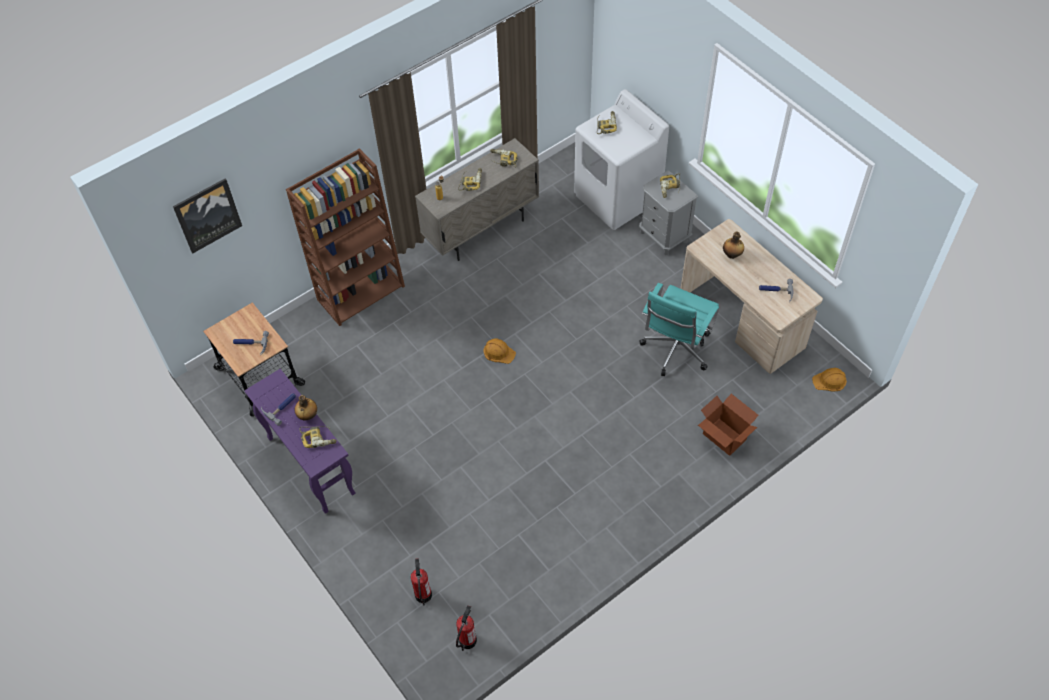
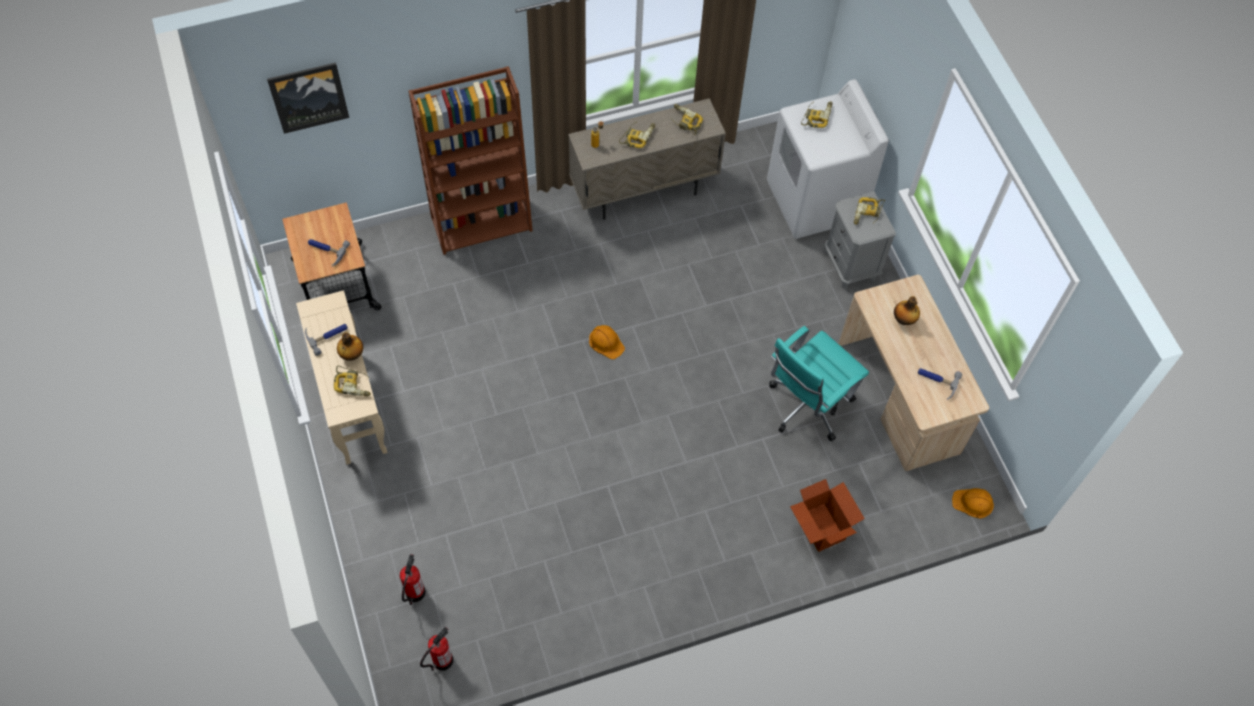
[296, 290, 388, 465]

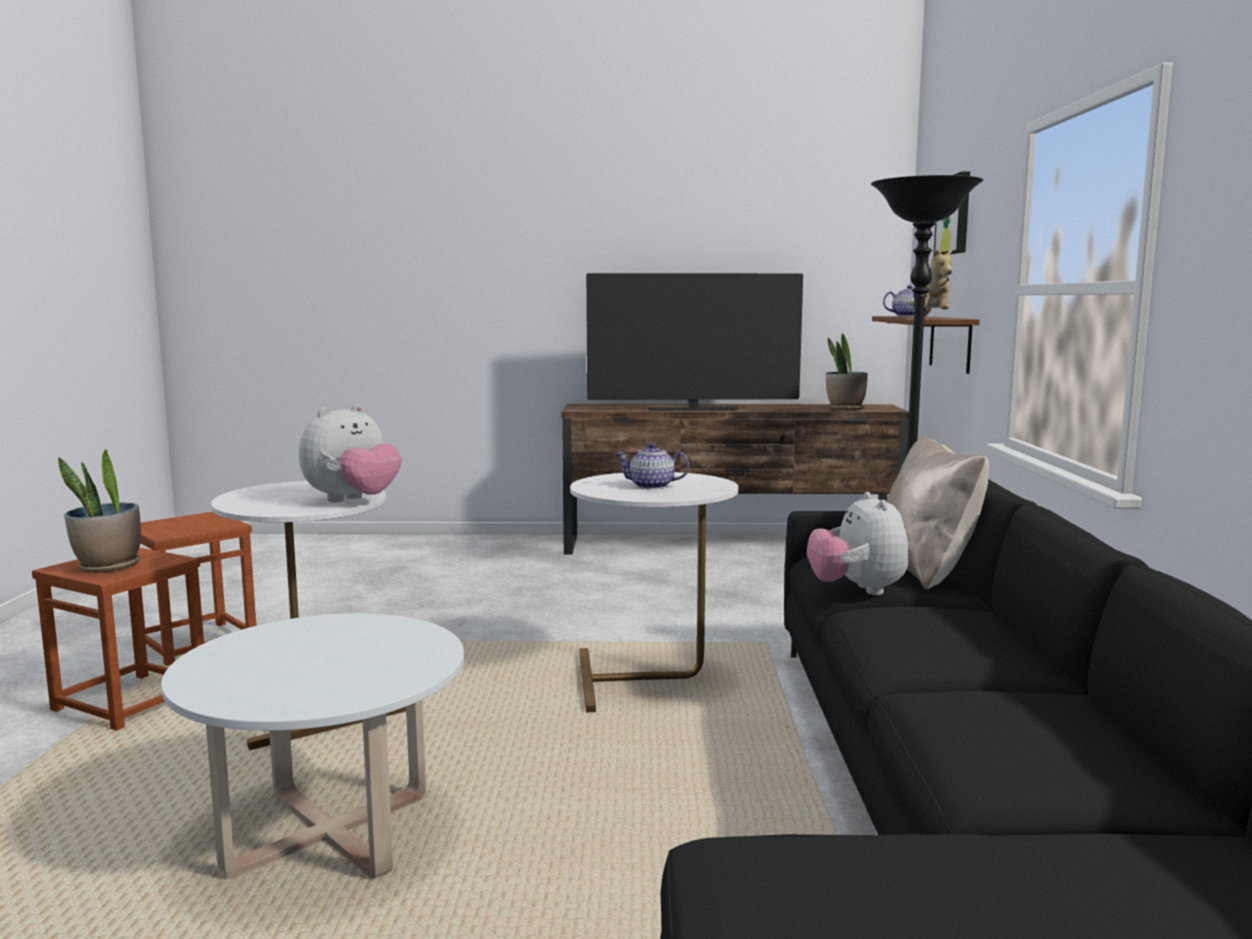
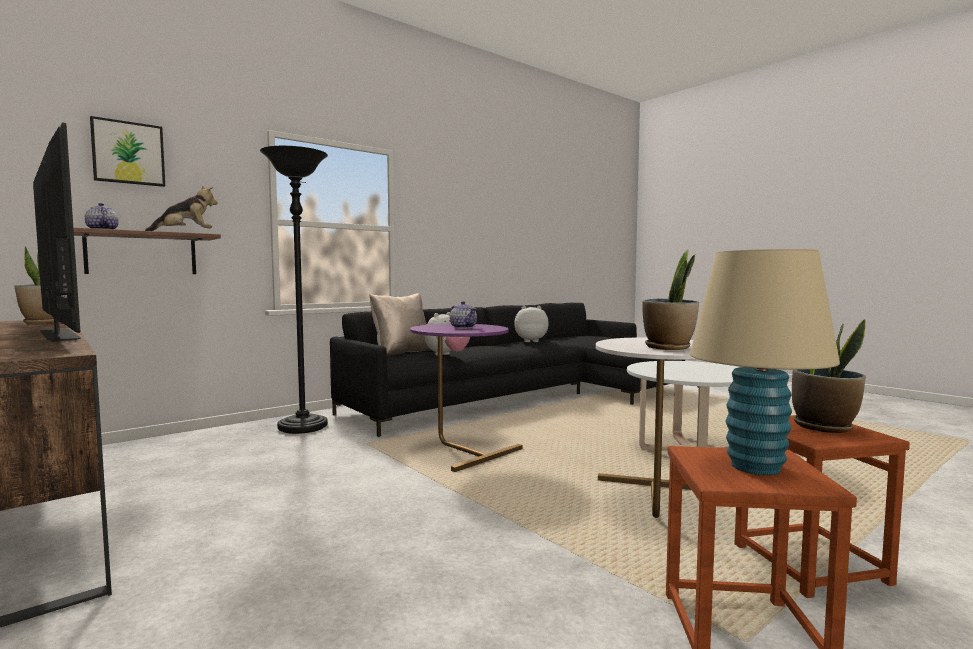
[514, 306, 549, 342]
[410, 324, 523, 472]
[642, 249, 699, 350]
[690, 249, 840, 475]

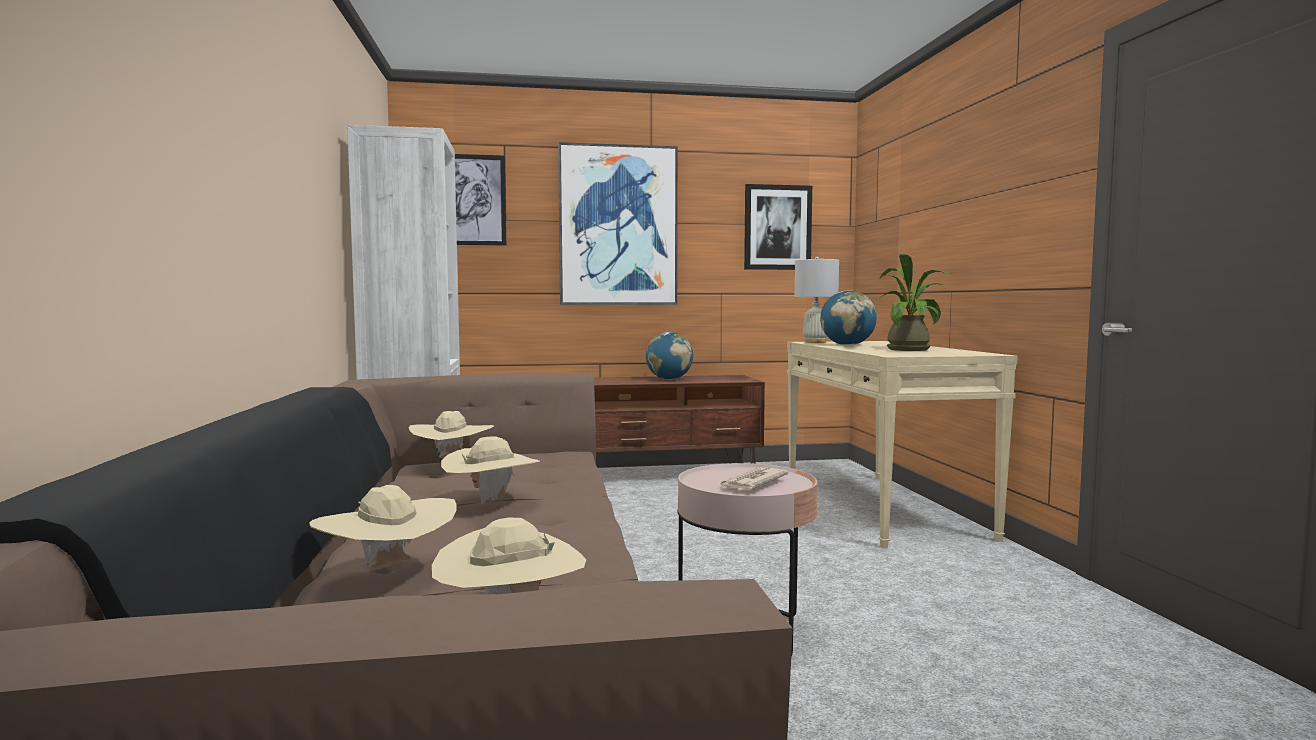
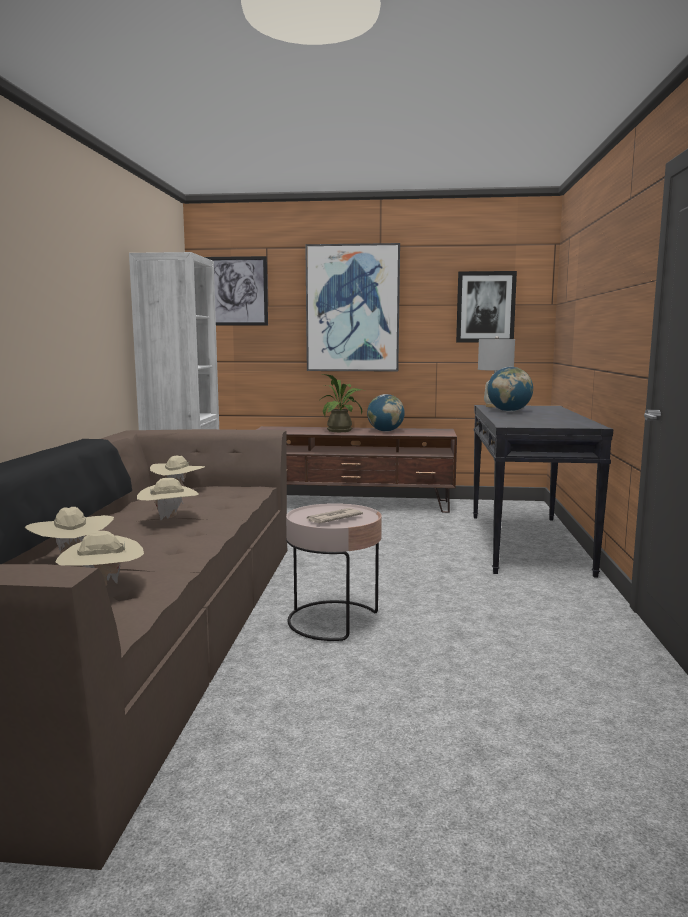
[473, 405, 613, 577]
[321, 374, 365, 432]

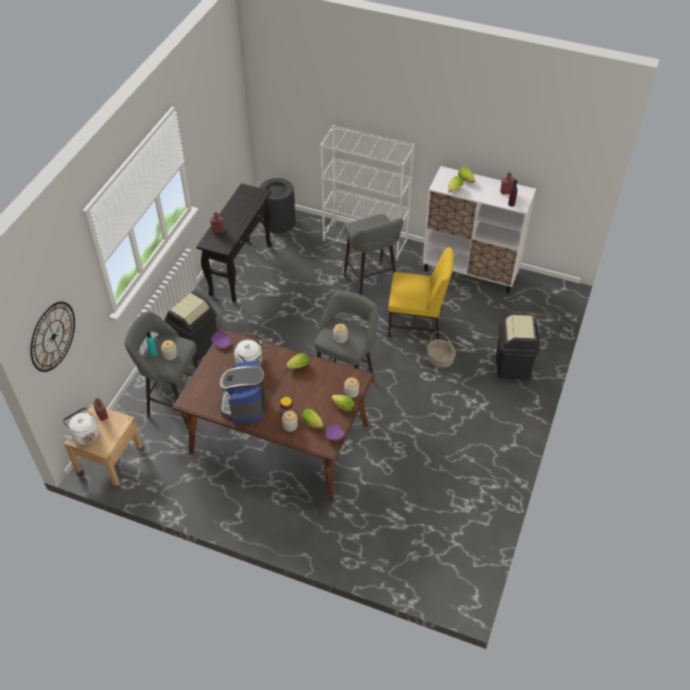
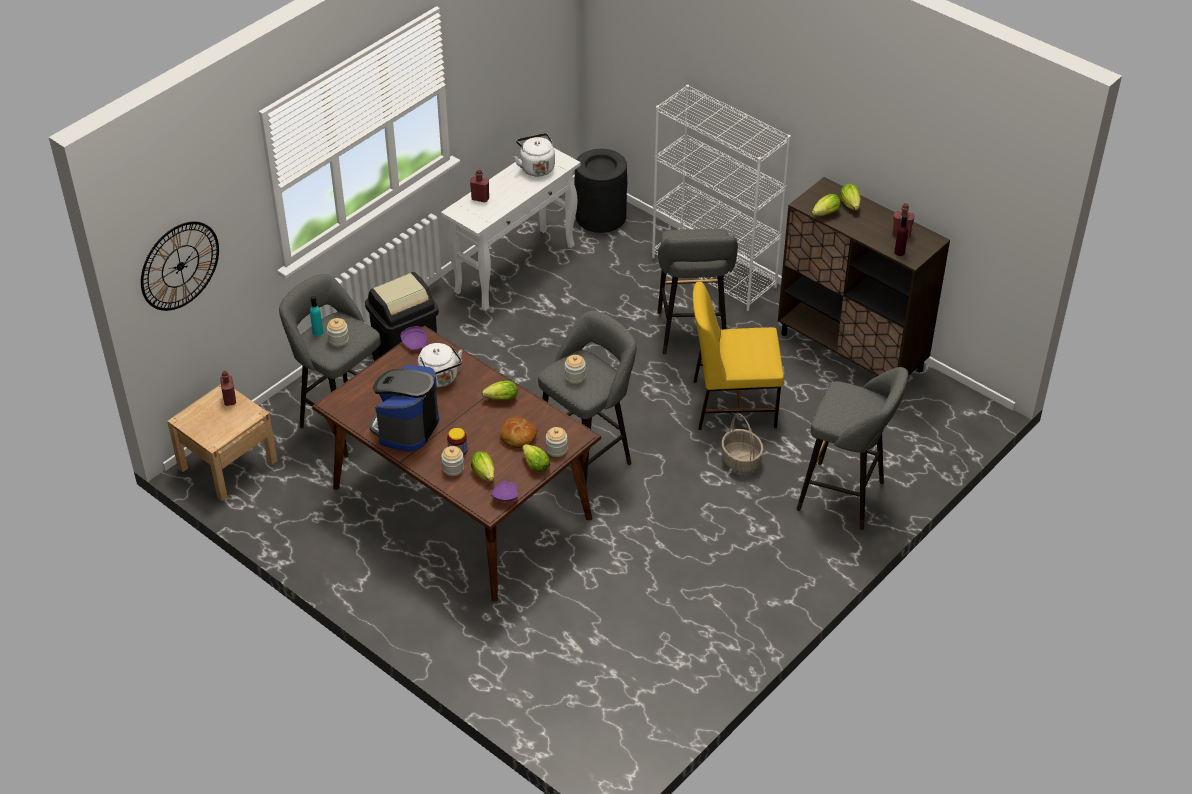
[514, 133, 555, 176]
[441, 148, 581, 311]
[693, 282, 784, 430]
[778, 177, 950, 376]
[796, 367, 908, 530]
[500, 417, 537, 448]

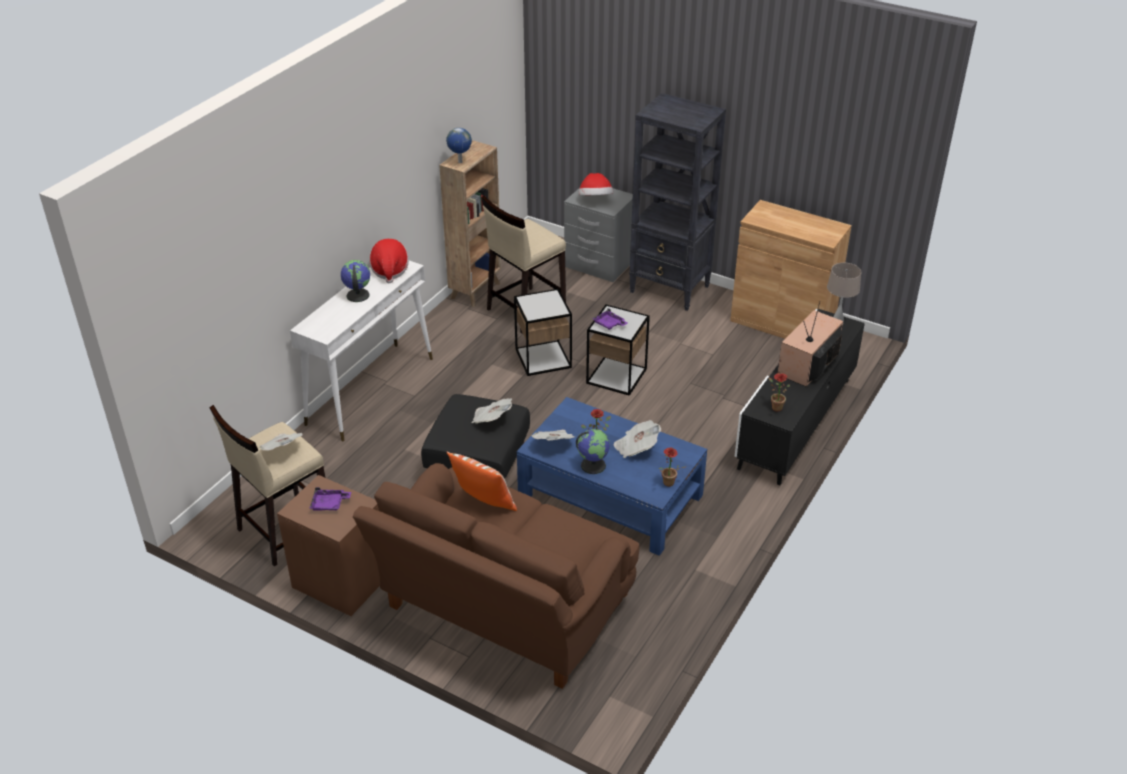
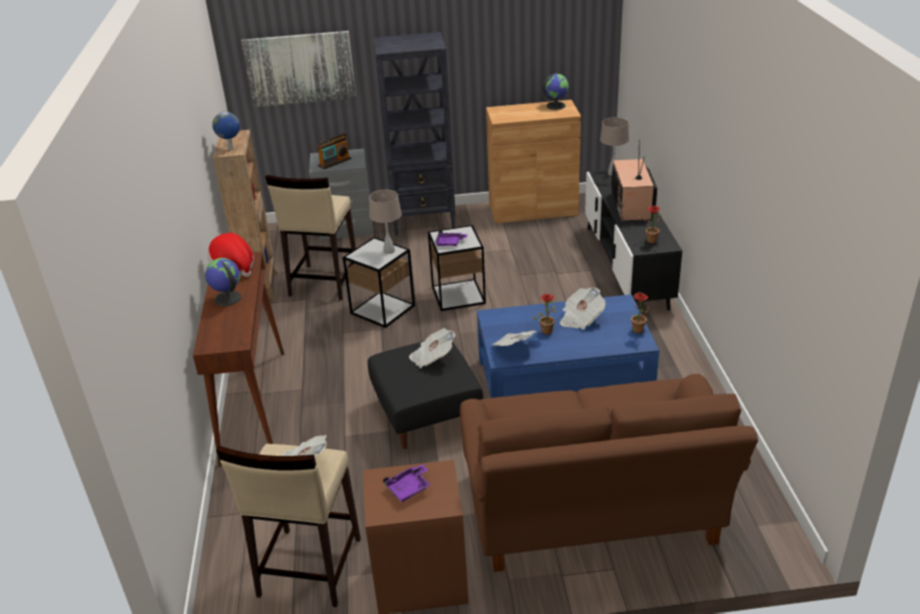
[193, 252, 284, 466]
[447, 452, 517, 511] (first image)
[543, 74, 569, 110]
[317, 133, 351, 169]
[241, 31, 356, 107]
[369, 190, 402, 254]

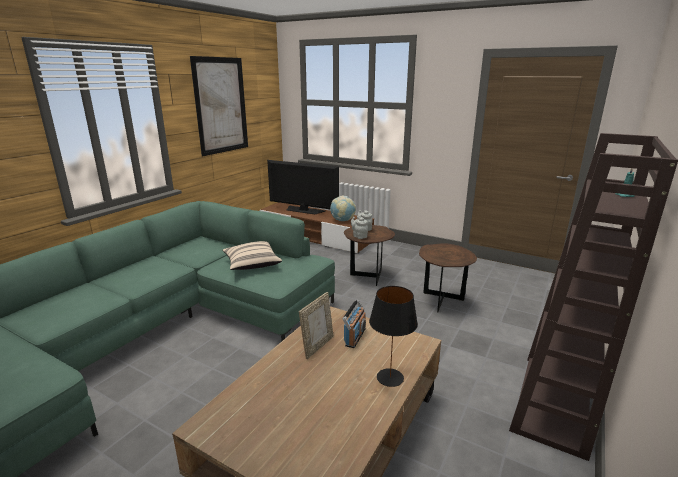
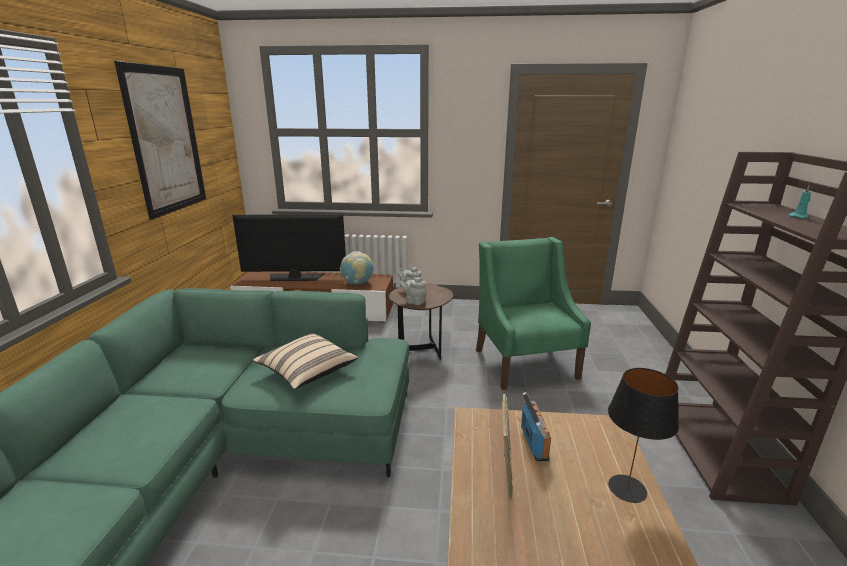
[476, 237, 591, 390]

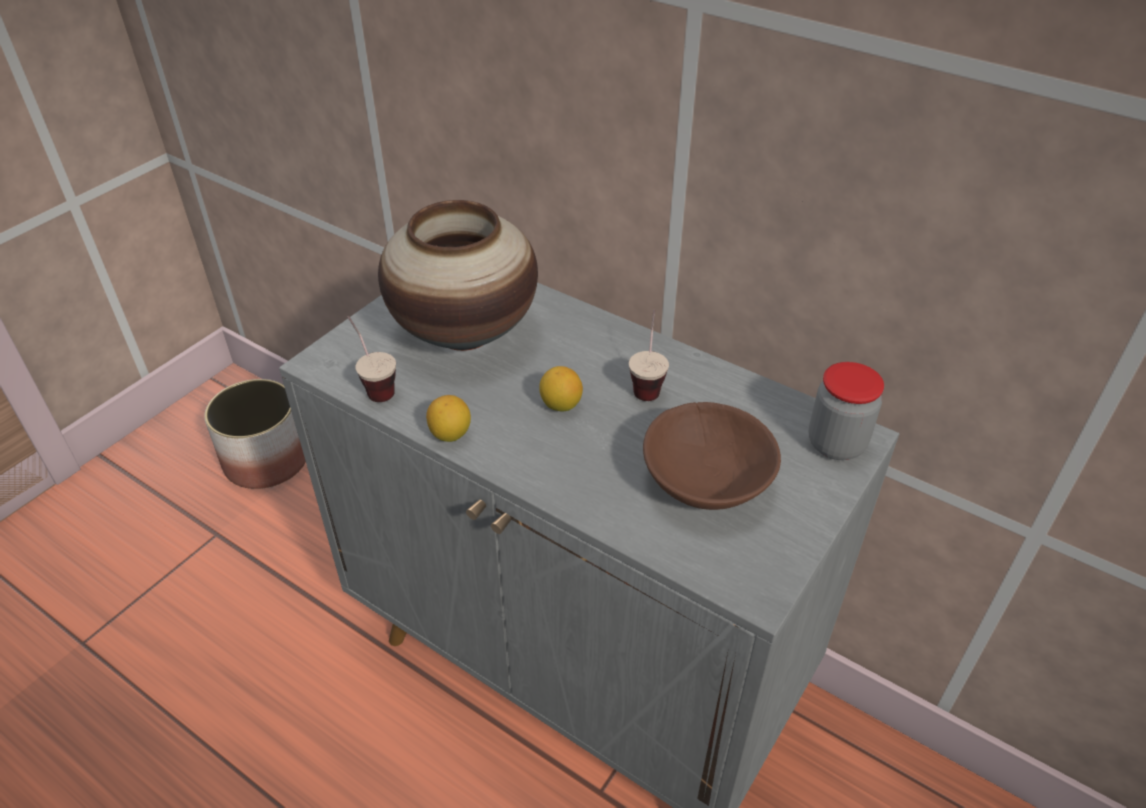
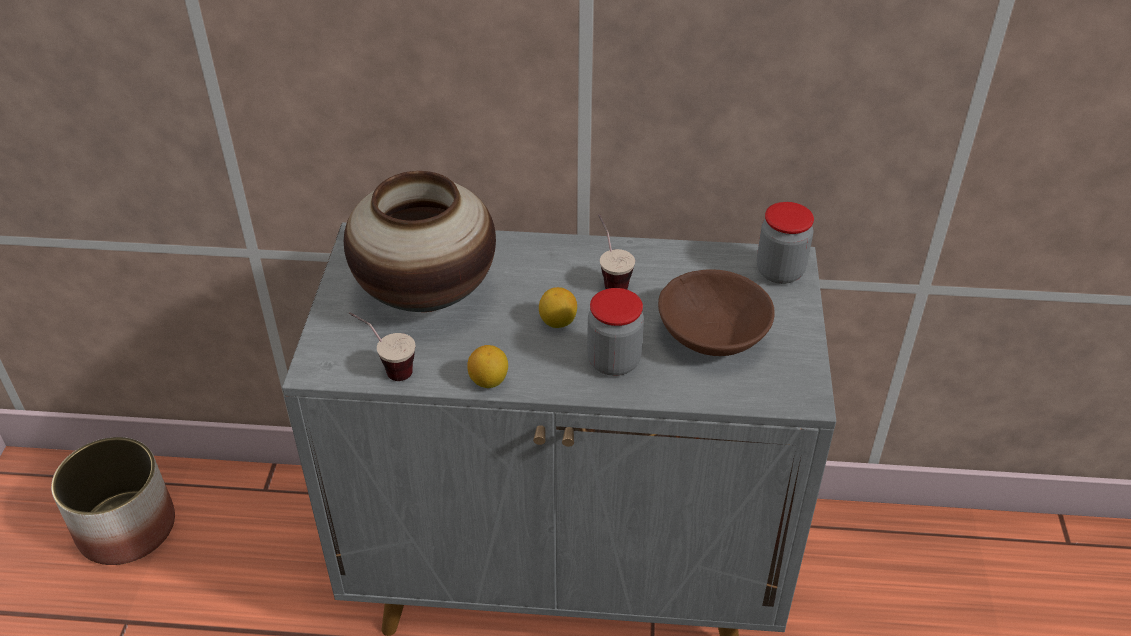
[587, 288, 644, 376]

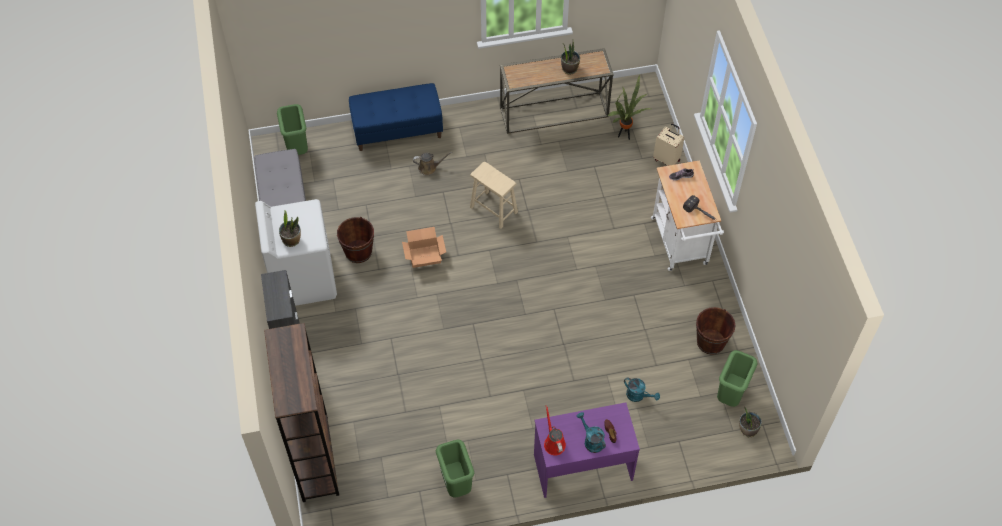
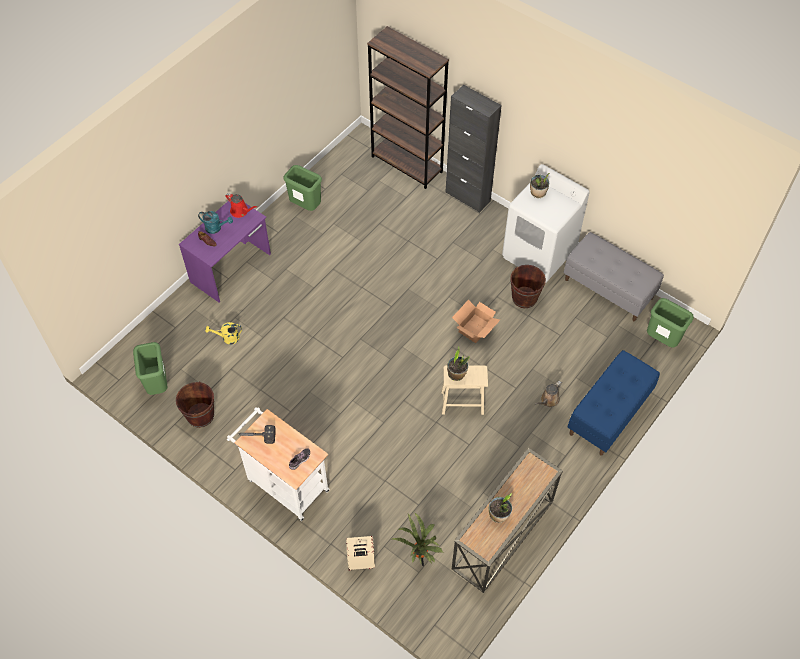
[205, 322, 242, 345]
[447, 346, 470, 381]

